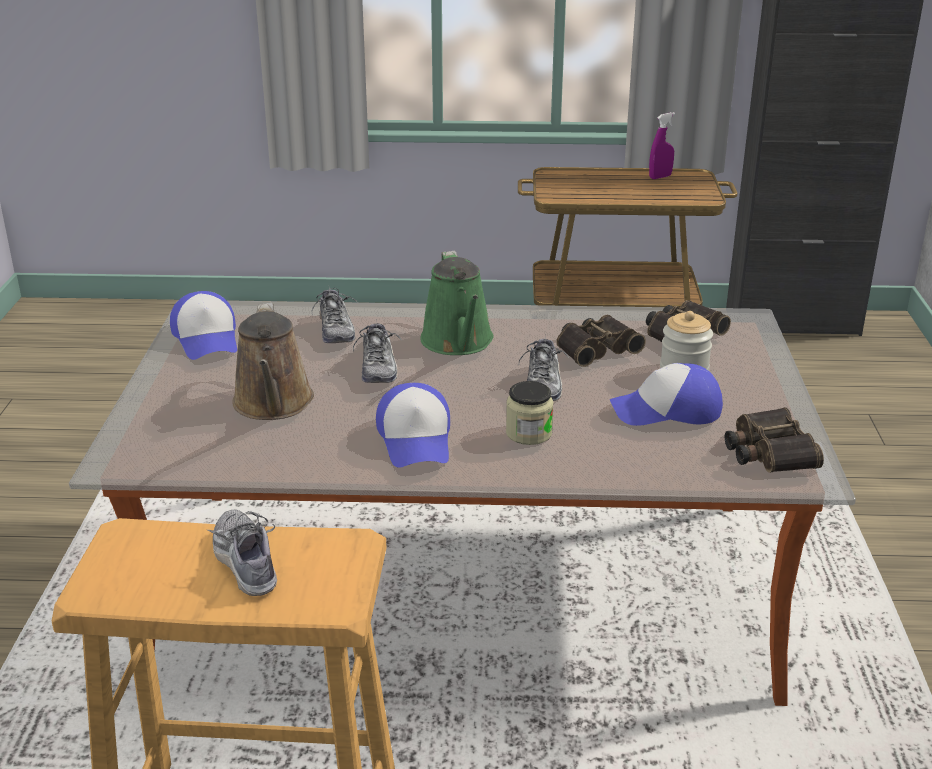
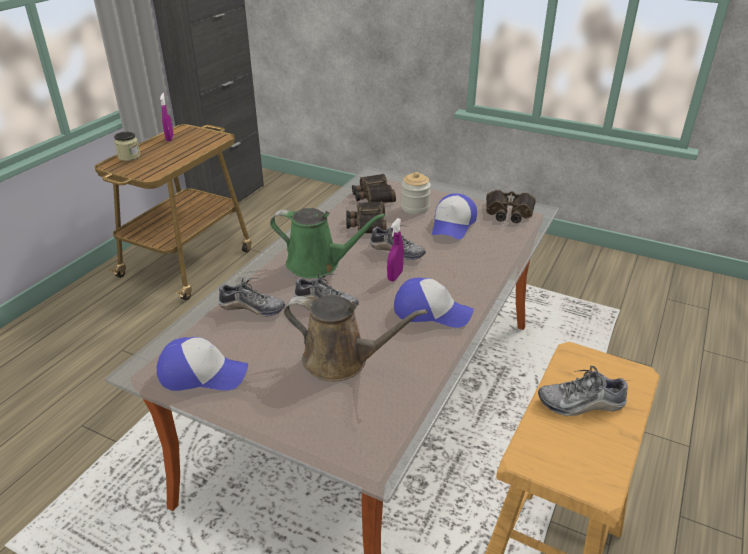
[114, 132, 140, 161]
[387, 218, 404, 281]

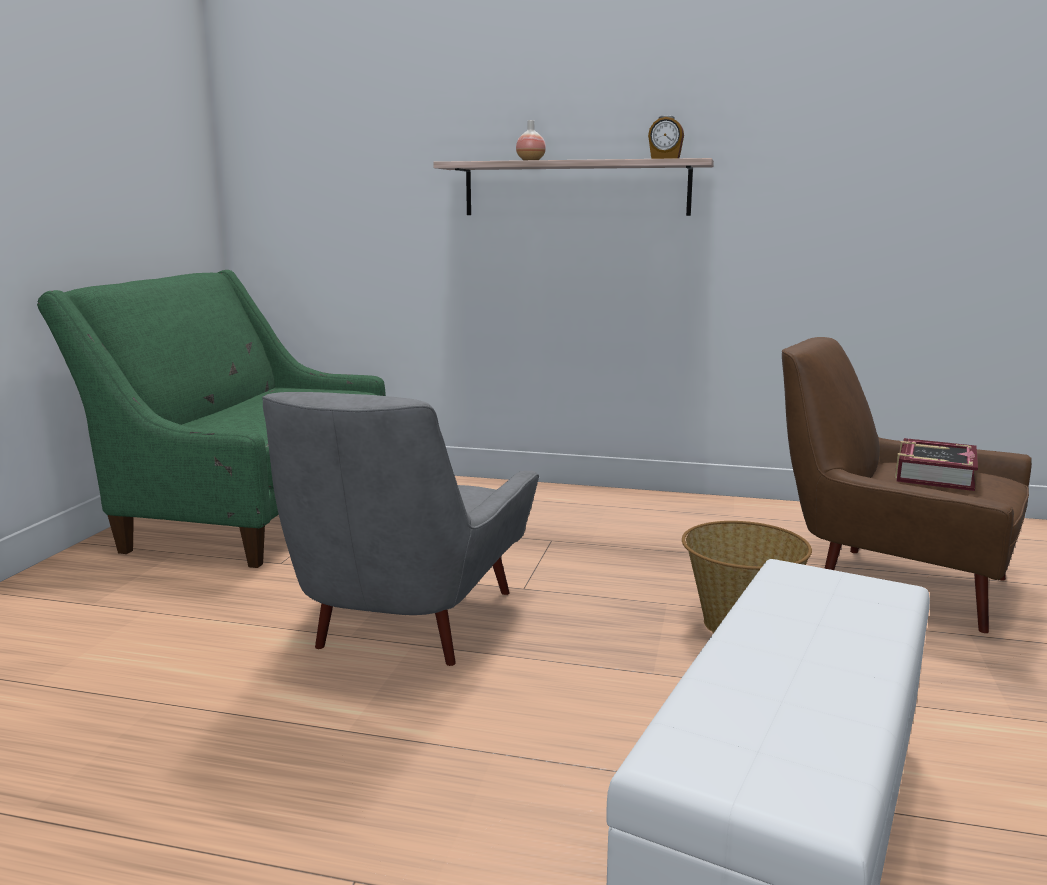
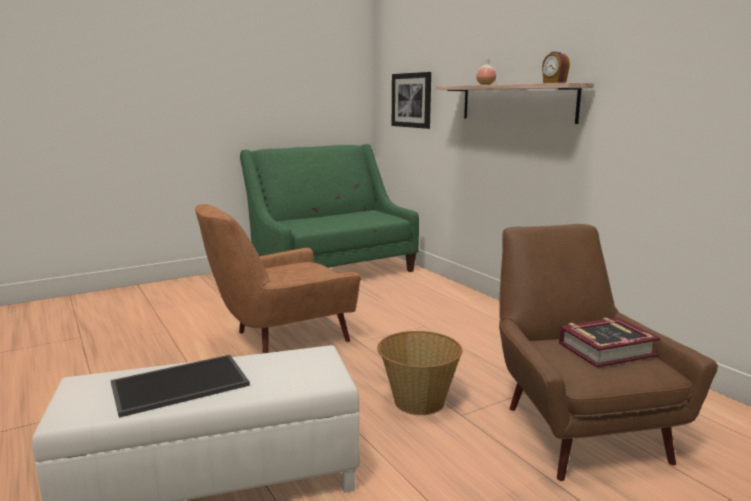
[195, 204, 361, 353]
[111, 355, 250, 418]
[392, 72, 431, 129]

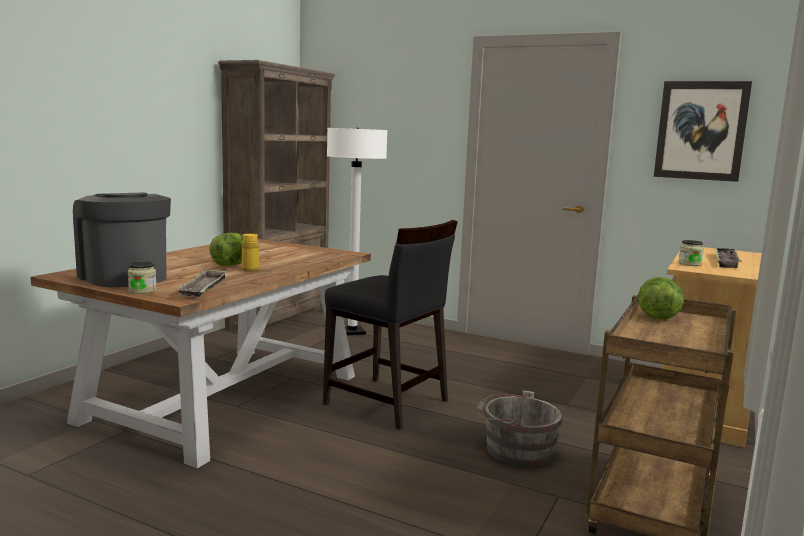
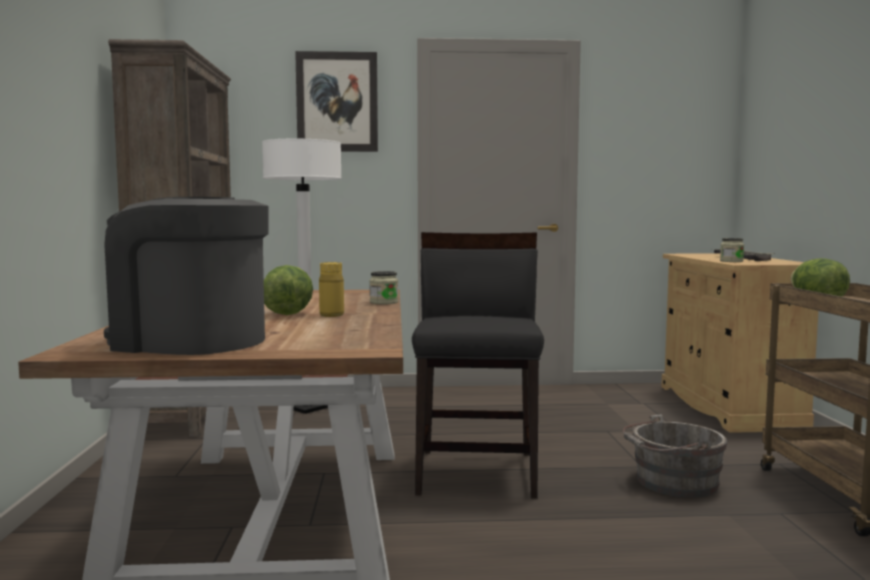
[370, 271, 398, 305]
[178, 269, 227, 297] (first image)
[412, 232, 544, 499]
[295, 51, 378, 152]

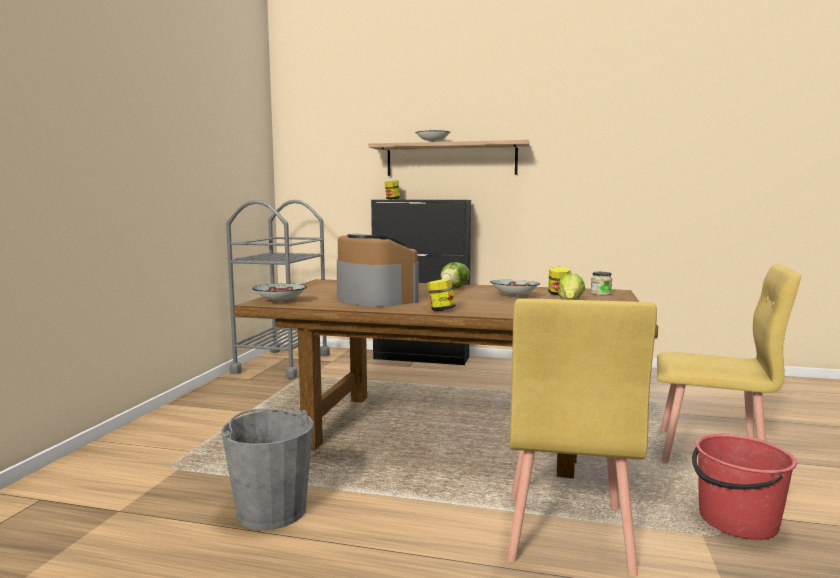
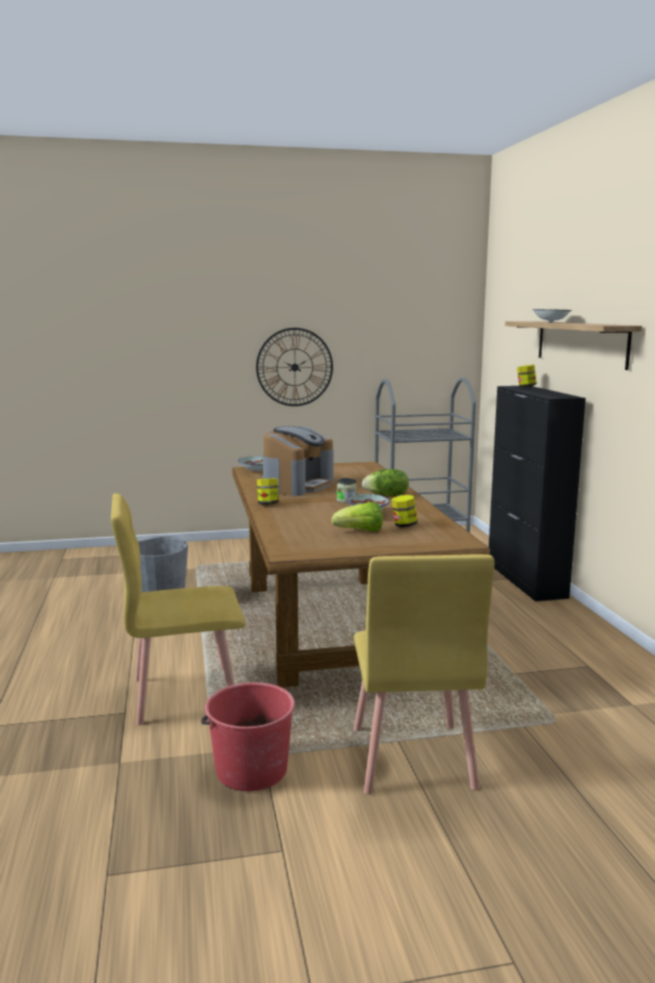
[337, 478, 357, 503]
[256, 328, 333, 406]

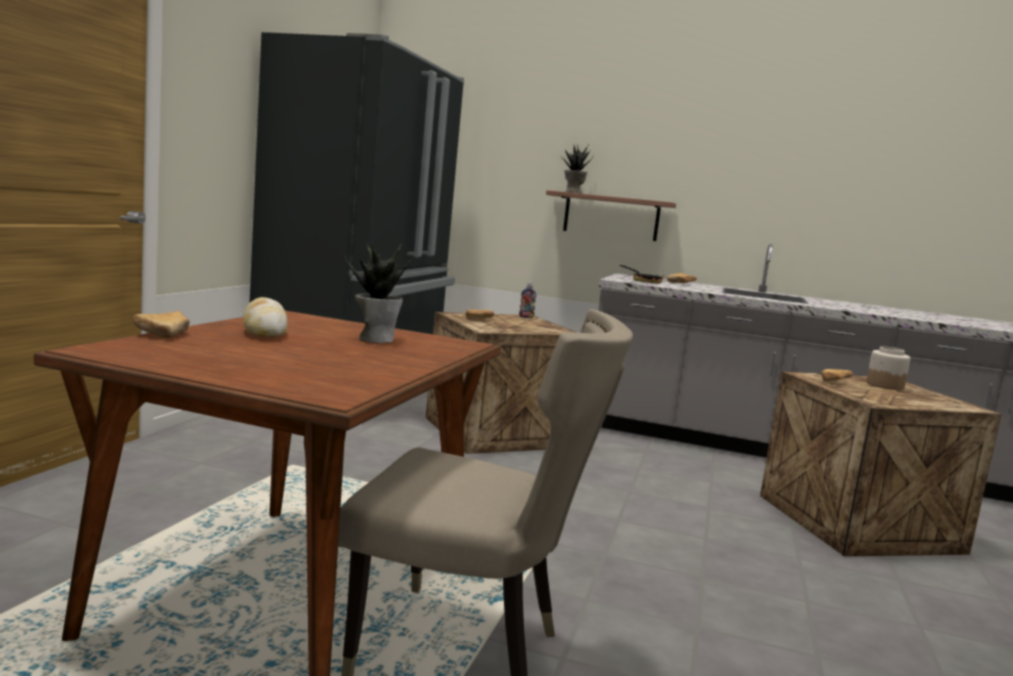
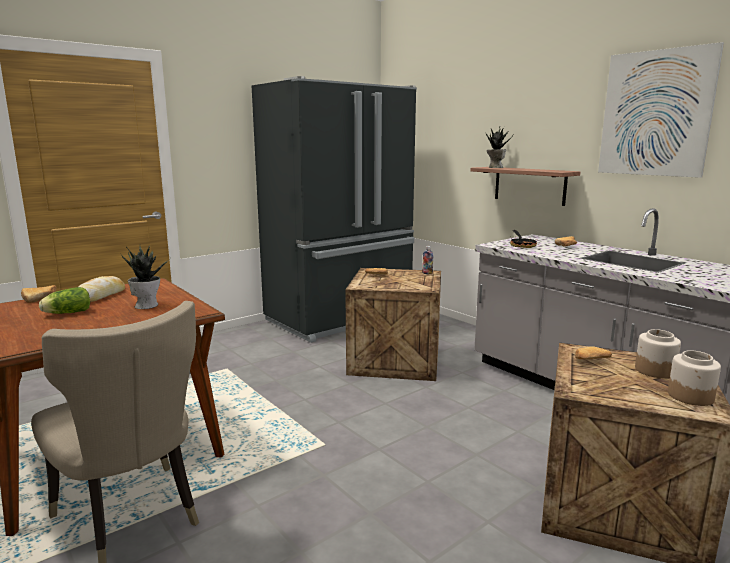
[39, 287, 90, 314]
[598, 42, 724, 178]
[668, 350, 721, 406]

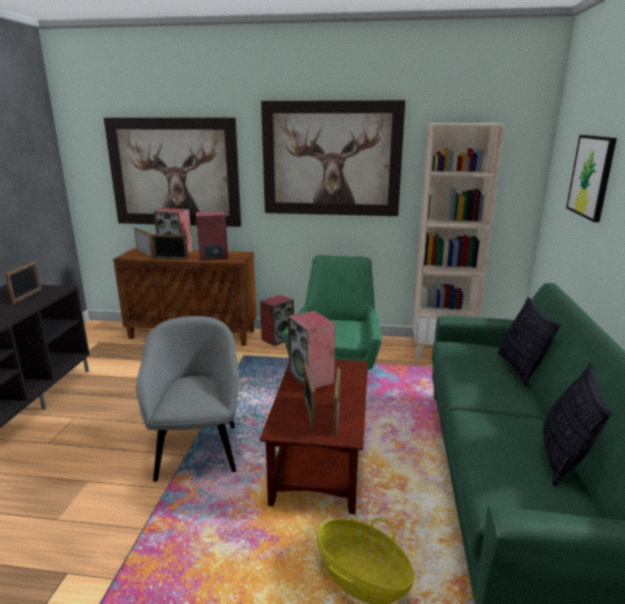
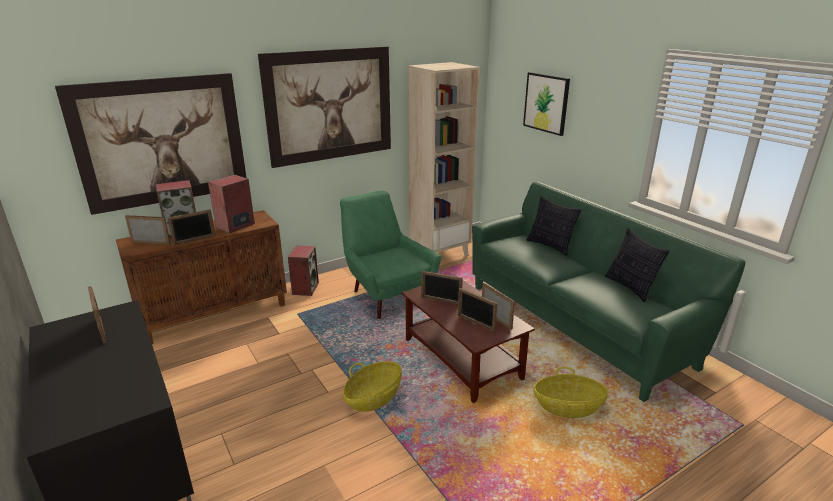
[343, 361, 402, 412]
[421, 271, 463, 304]

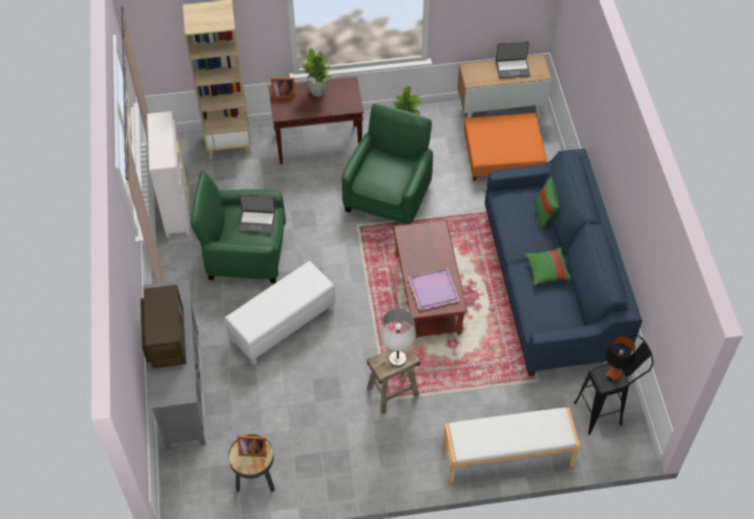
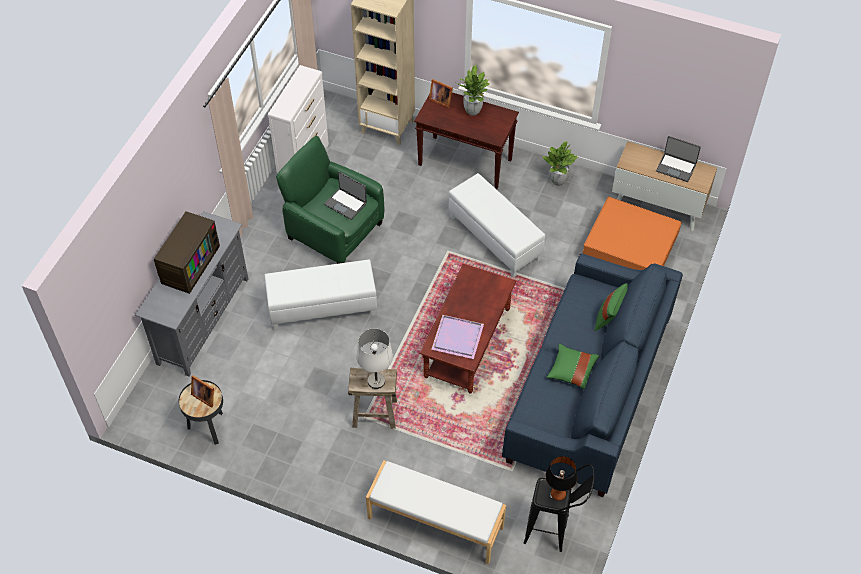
[449, 173, 545, 278]

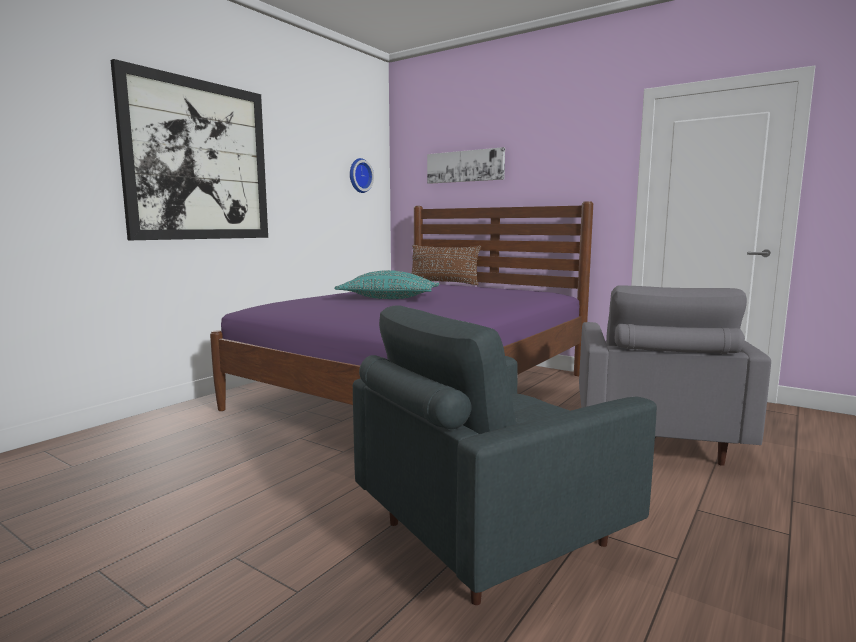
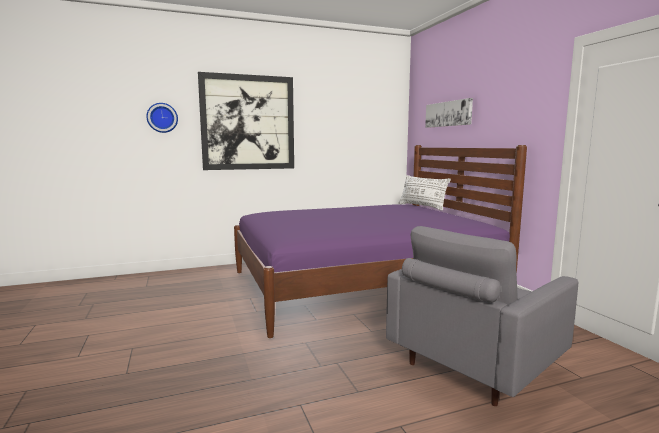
[334, 270, 440, 299] (first image)
[146, 103, 178, 133]
[353, 306, 657, 605] (first image)
[399, 175, 451, 210]

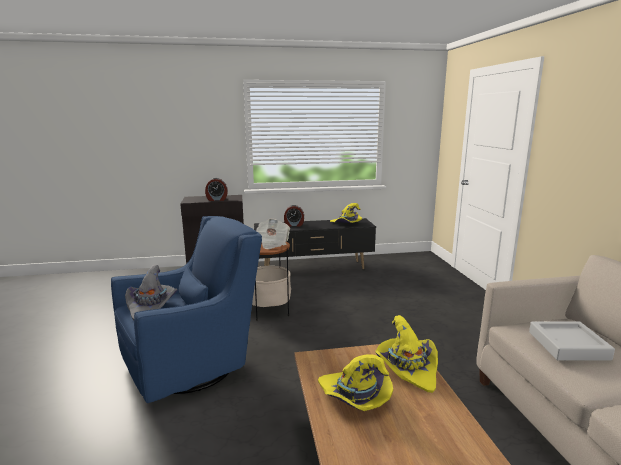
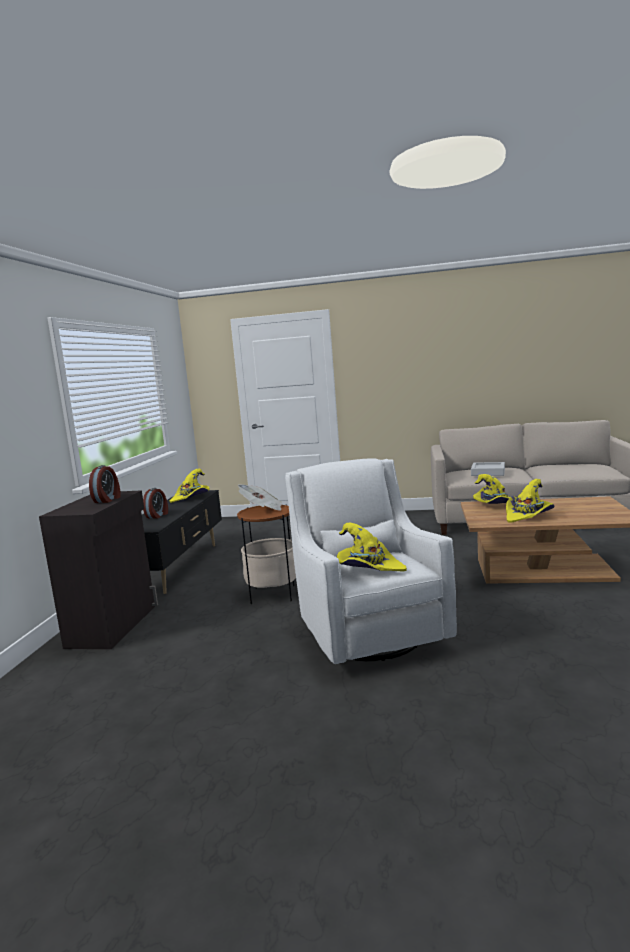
[285, 459, 457, 664]
[337, 523, 407, 572]

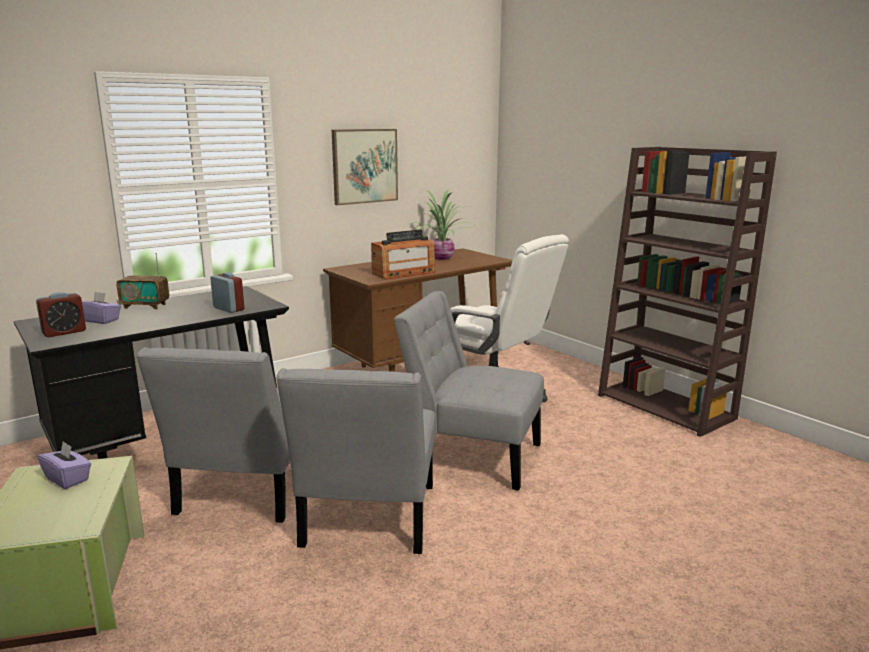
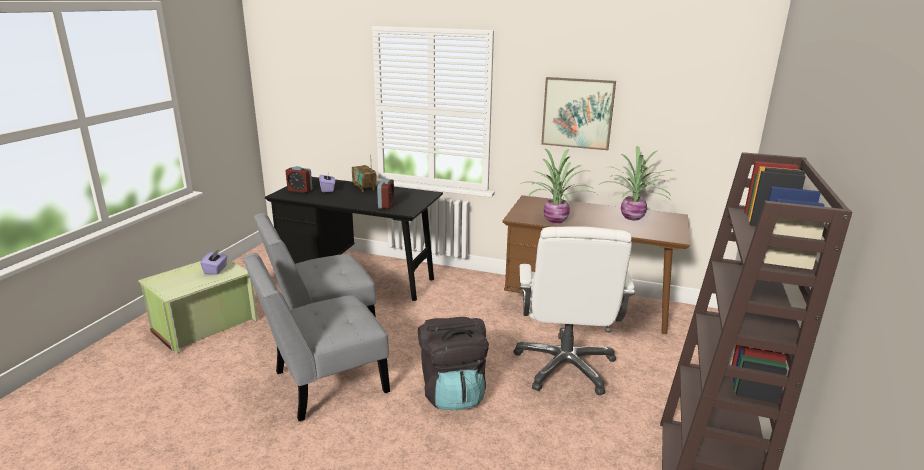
[519, 149, 597, 223]
[418, 317, 489, 410]

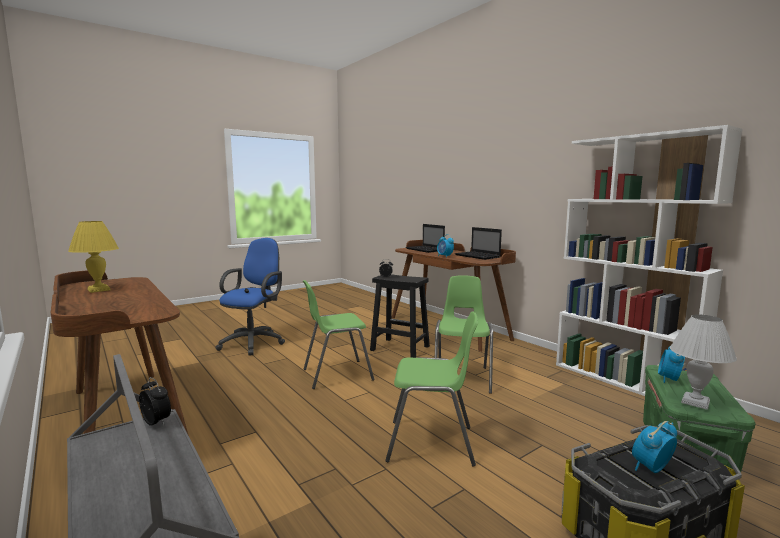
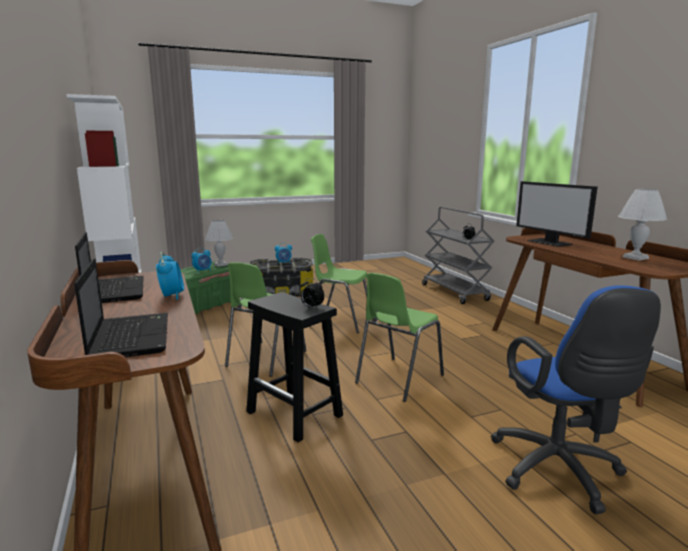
[618, 189, 667, 261]
[491, 285, 661, 514]
[355, 273, 444, 402]
[516, 181, 598, 247]

